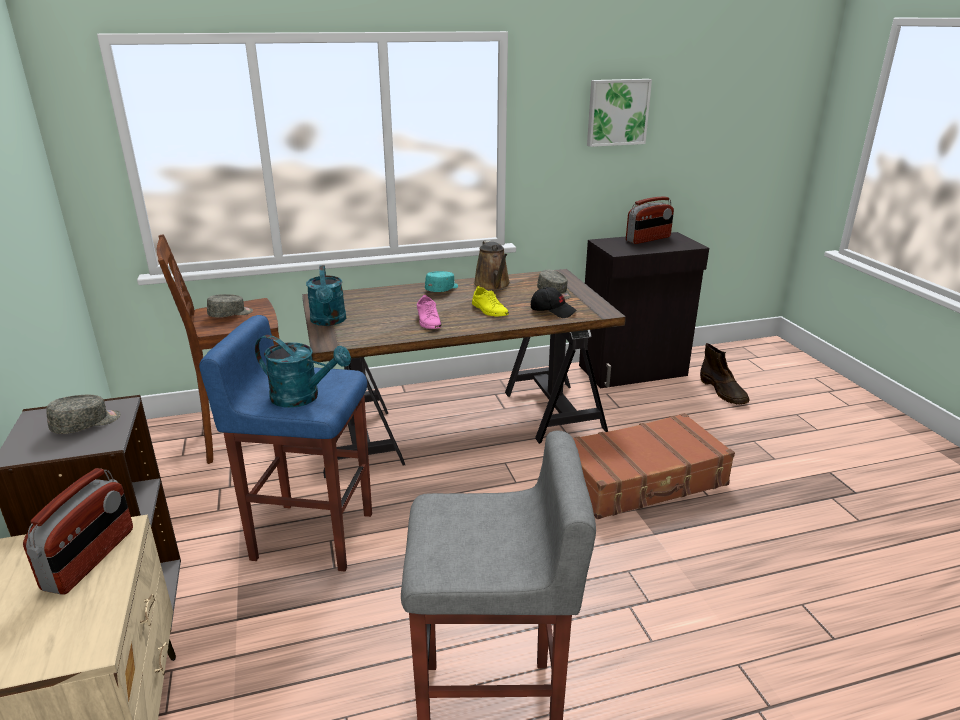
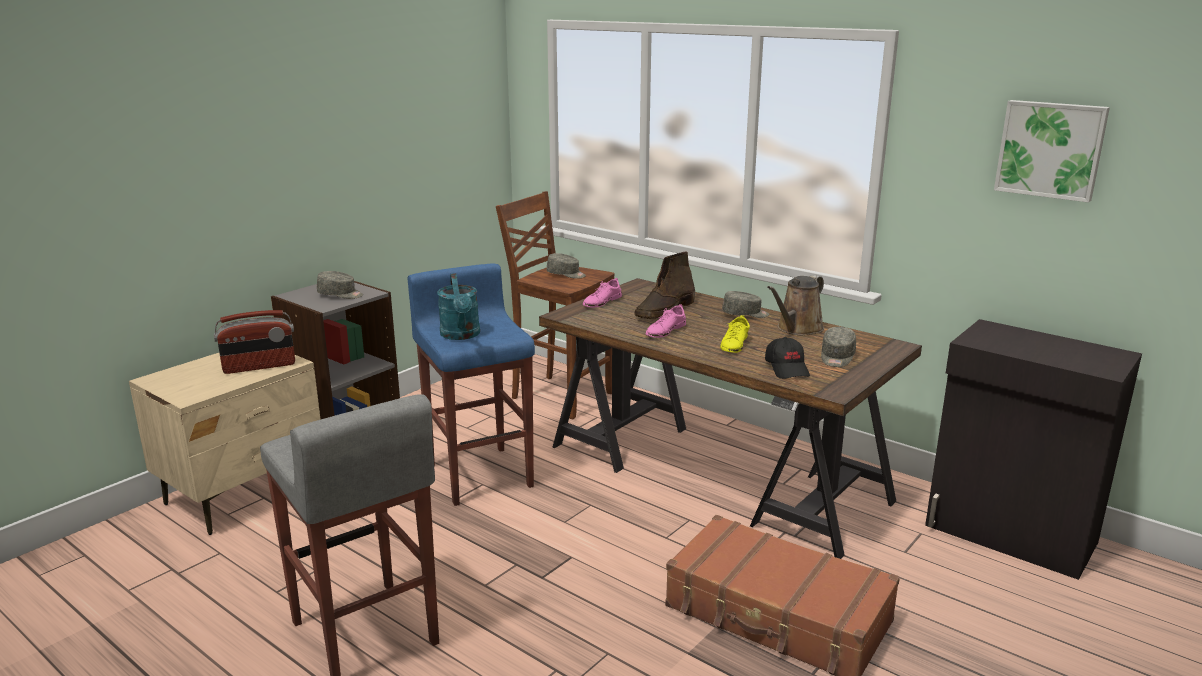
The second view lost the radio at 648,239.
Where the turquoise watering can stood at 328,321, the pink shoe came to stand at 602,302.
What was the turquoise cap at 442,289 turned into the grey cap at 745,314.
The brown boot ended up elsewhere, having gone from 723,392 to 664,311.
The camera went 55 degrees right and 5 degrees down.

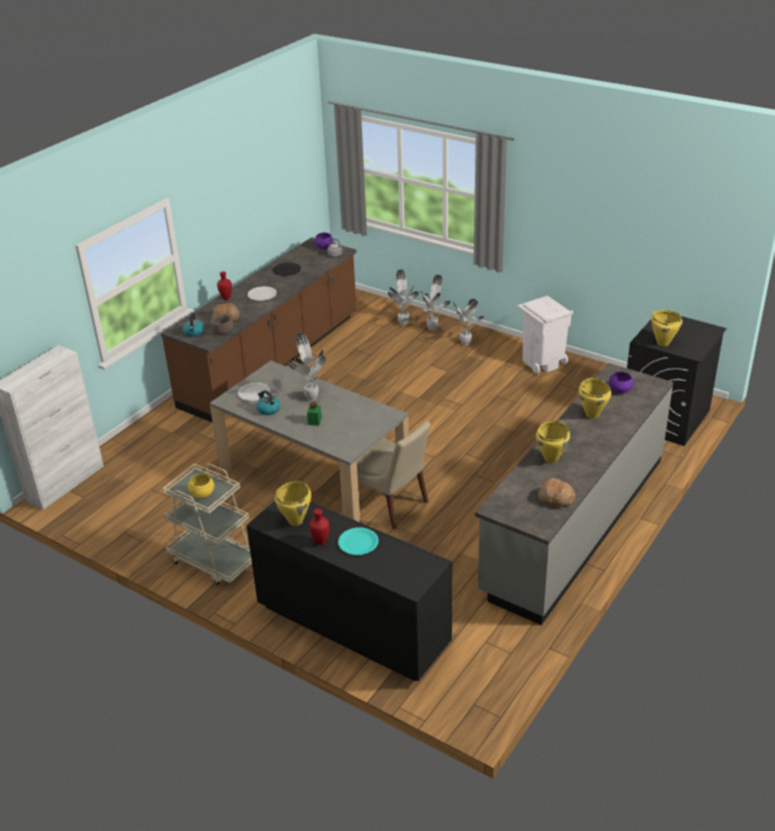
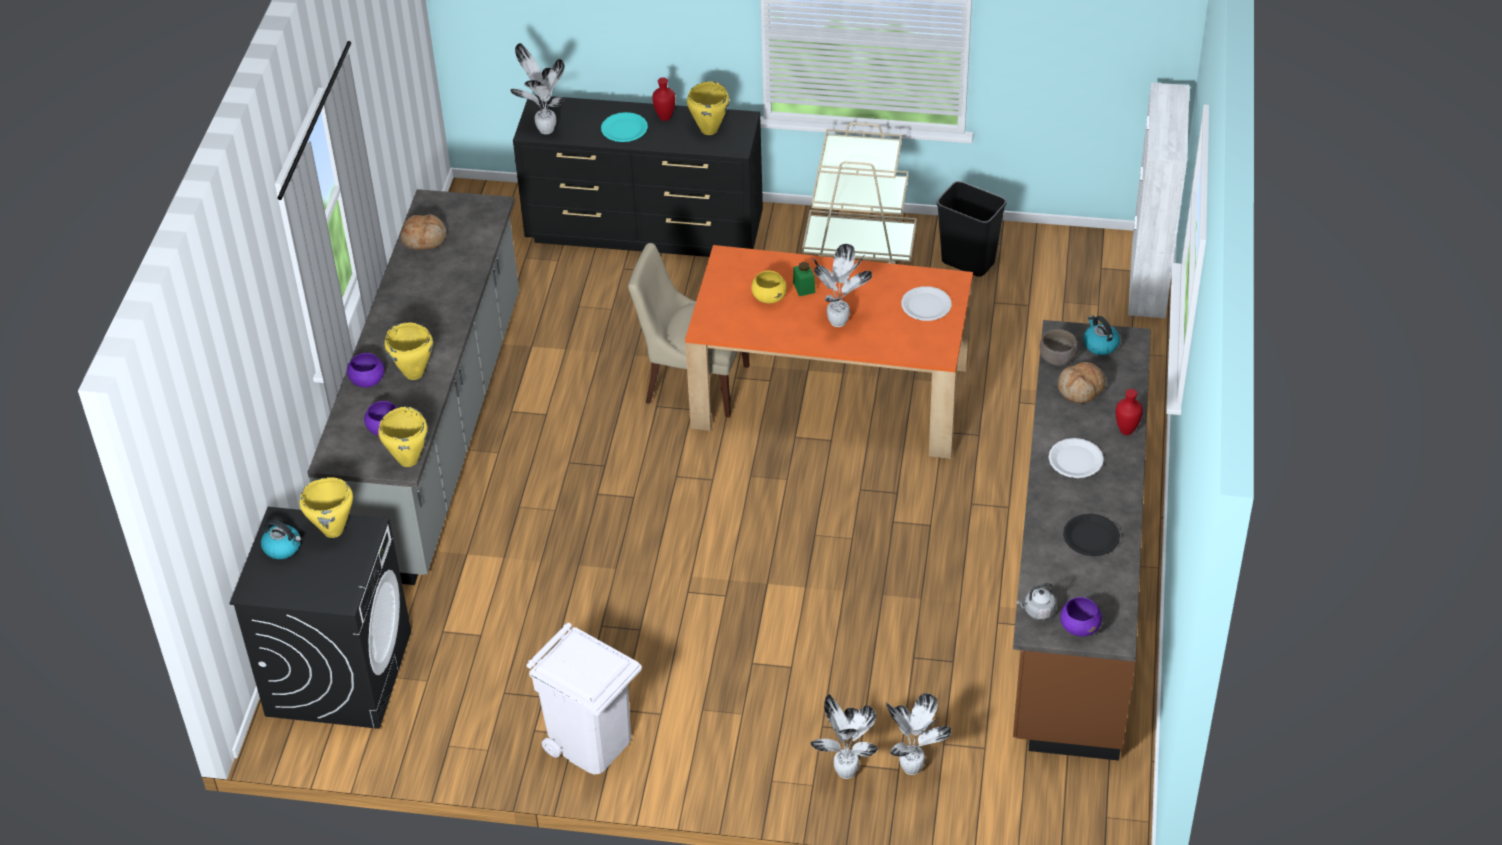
The potted plant ended up elsewhere, having gone from 466,343 to 545,129.
What was the grey dining table at 313,474 turned into the orange dining table at 831,394.
The kettle ended up elsewhere, having gone from 268,410 to 283,547.
The yellow cooking pot ended up elsewhere, having gone from 551,459 to 408,460.
The yellow bowl ended up elsewhere, having gone from 202,494 to 769,297.
The second view gained the black trash can at 967,262.
The second view gained the purple bowl at 367,381.
The camera went 155 degrees right and 10 degrees up.

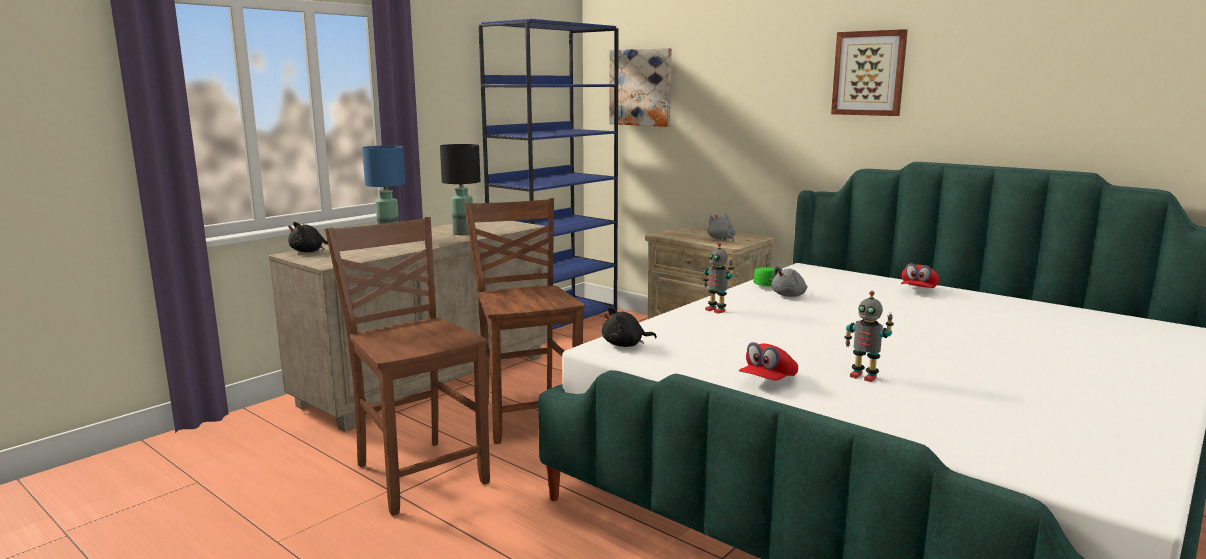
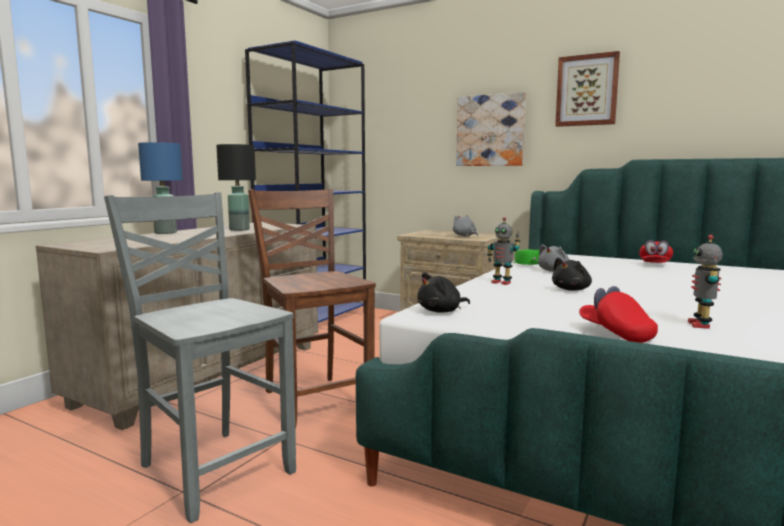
The picture ended up elsewhere, having gone from 641,87 to 490,130.
What was the brown chair at 419,473 turned into the grey chair at 214,469.
The black plush toy ended up elsewhere, having gone from 309,251 to 572,290.
The toy robot at 864,376 ended up facing another way, 75 degrees clockwise from before.
The red cap at 767,381 ended up facing another way, 120 degrees clockwise from before.
The camera went 10 degrees left and 5 degrees down.

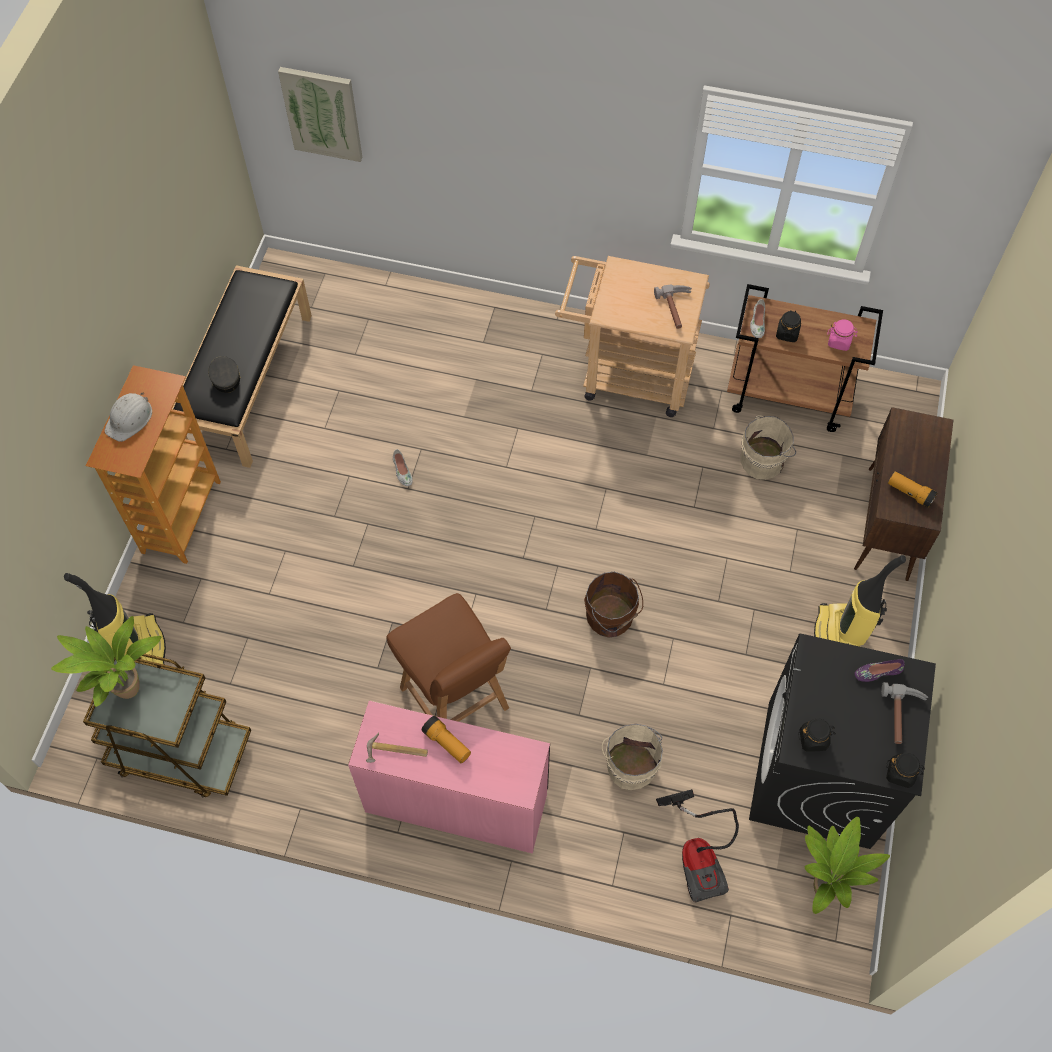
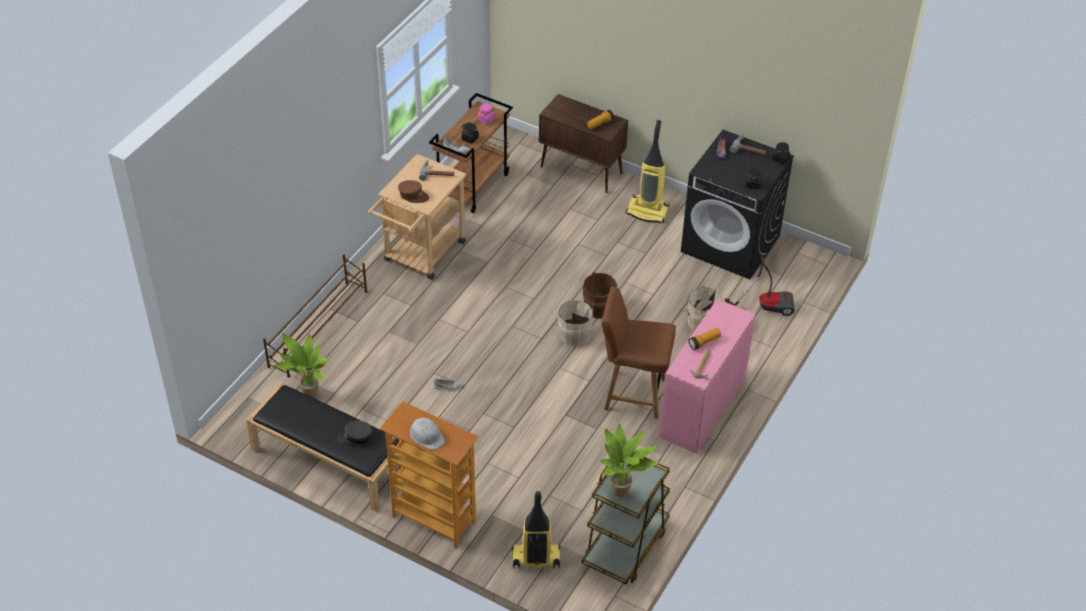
The second view lost the picture at 322,113.
The beige bucket ended up elsewhere, having gone from 764,460 to 574,333.
The brown chair at 455,700 ended up facing another way, 150 degrees counterclockwise from before.
The potted plant ended up elsewhere, having gone from 820,887 to 308,394.
The second view gained the brown cap at 413,195.
The second view gained the brown shoe rack at 319,328.
The camera went 75 degrees left and 15 degrees down.

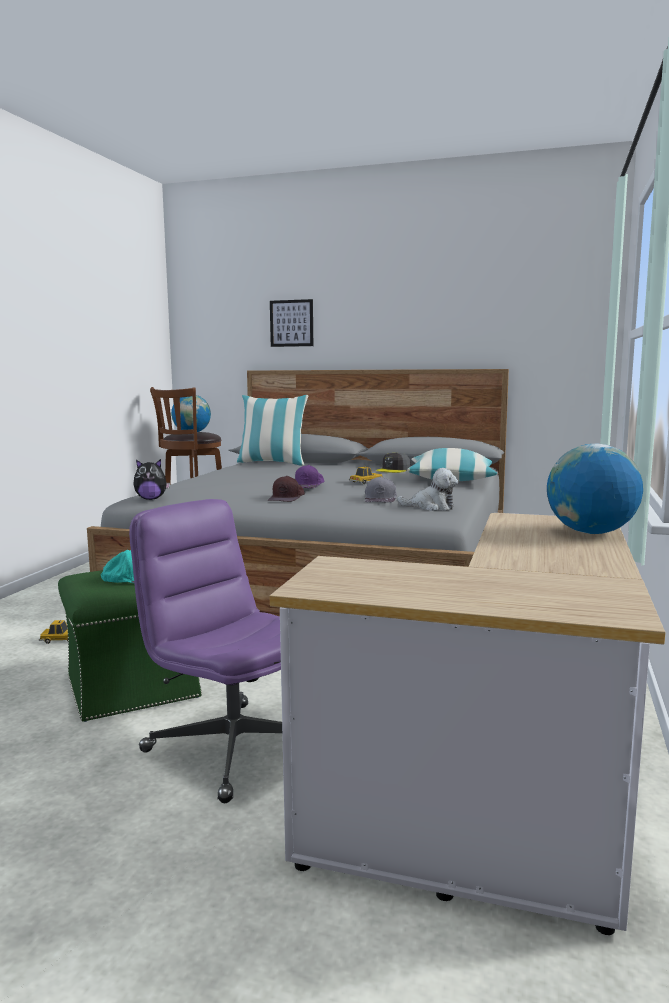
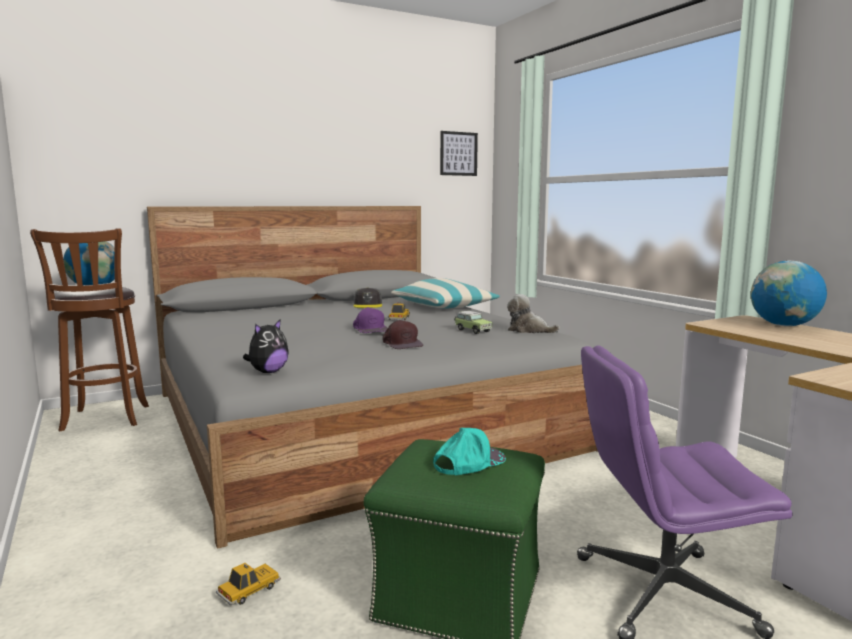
The picture ended up elsewhere, having gone from 291,323 to 458,153.
The second view lost the pillow at 272,463.
The plush toy at 431,507 ended up facing another way, 120 degrees counterclockwise from before.
Where the grey cap stood at 381,499, the toy car came to stand at 472,330.
The camera went 45 degrees left and 0 degrees up.

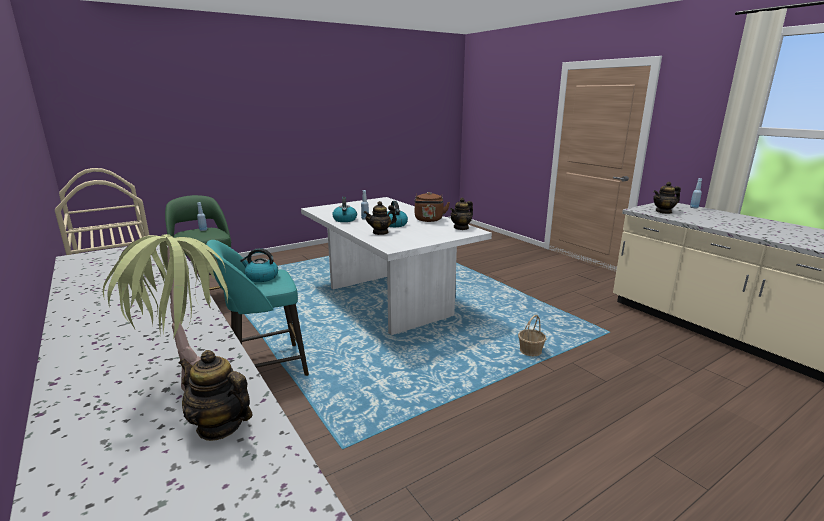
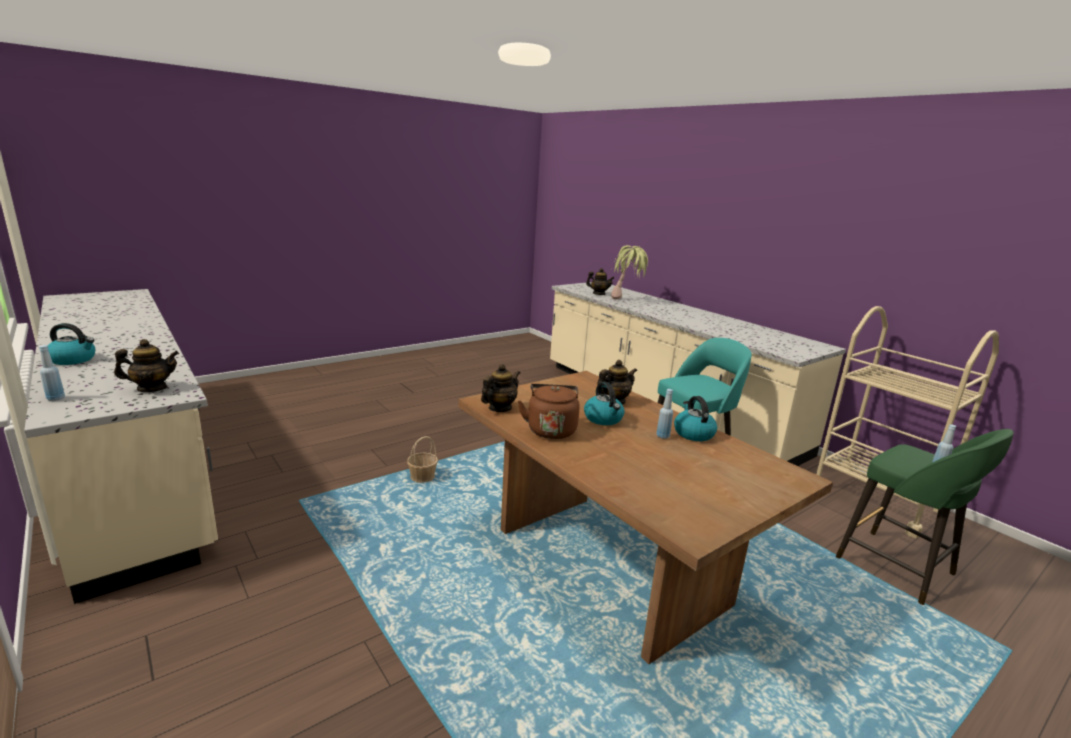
What was the white dining table at 389,301 turned into the brown dining table at 607,565.
The kettle ended up elsewhere, having gone from 261,277 to 73,360.
The camera went 175 degrees right and 0 degrees up.

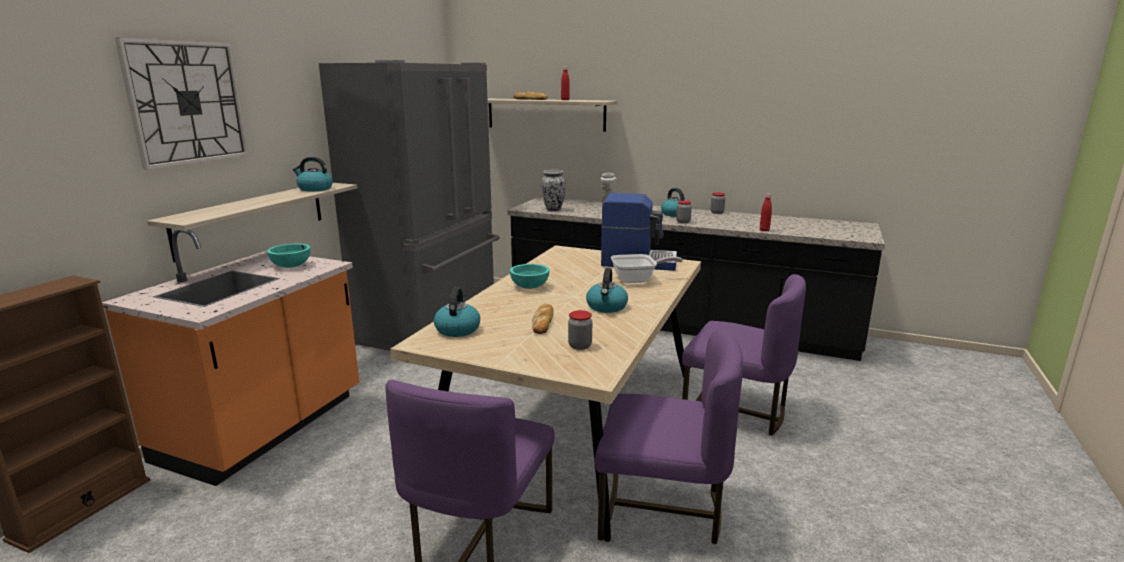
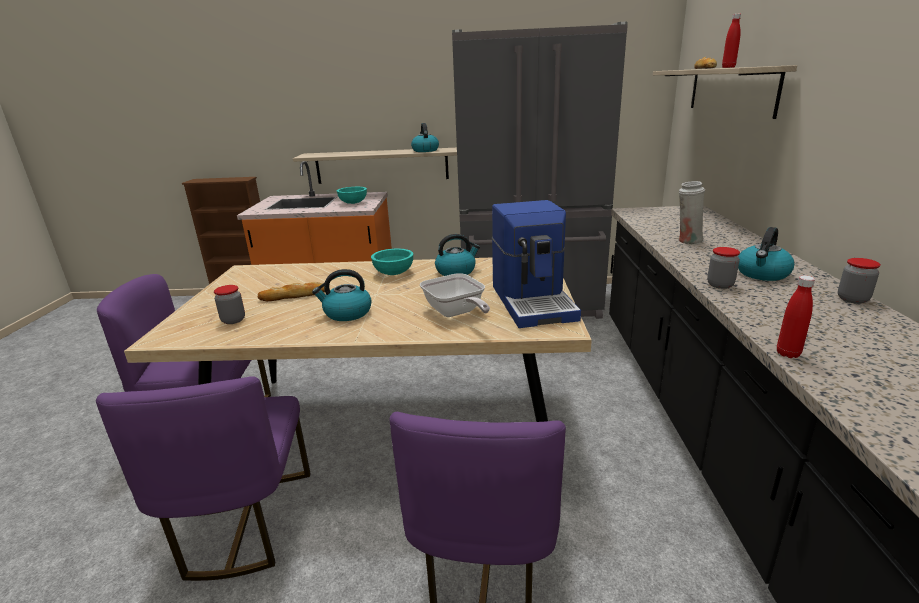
The second view lost the wall clock at 187,103.
The second view lost the vase at 553,209.
The kettle ended up elsewhere, having gone from 457,329 to 456,271.
The camera went 70 degrees right and 5 degrees up.

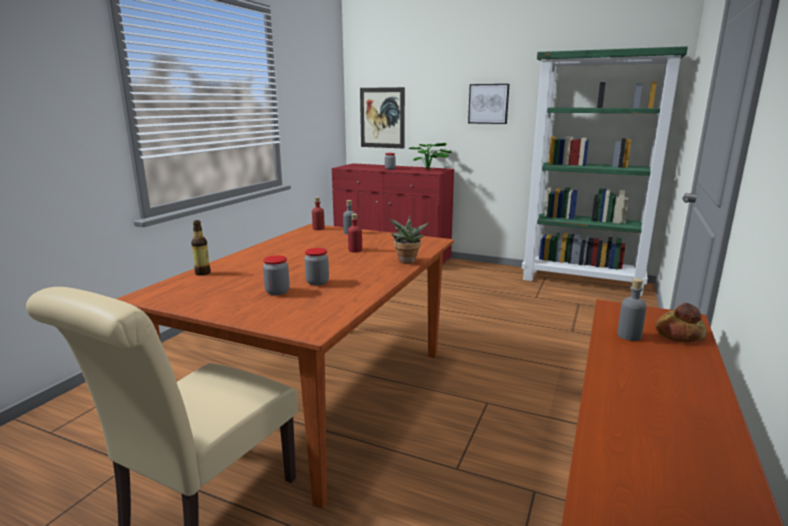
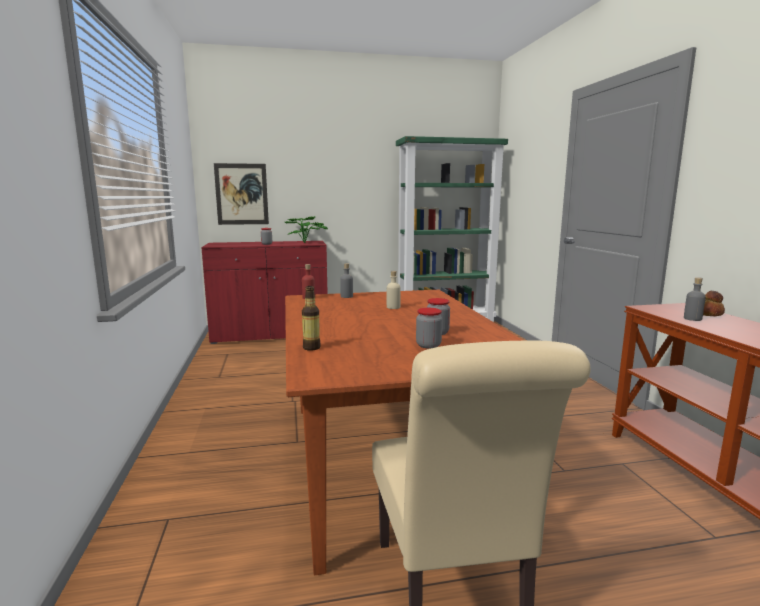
The second view lost the picture at 488,104.
What was the red bottle at 355,250 turned into the beige bottle at 393,307.
The second view lost the potted plant at 406,262.
The camera went 35 degrees left and 5 degrees down.

